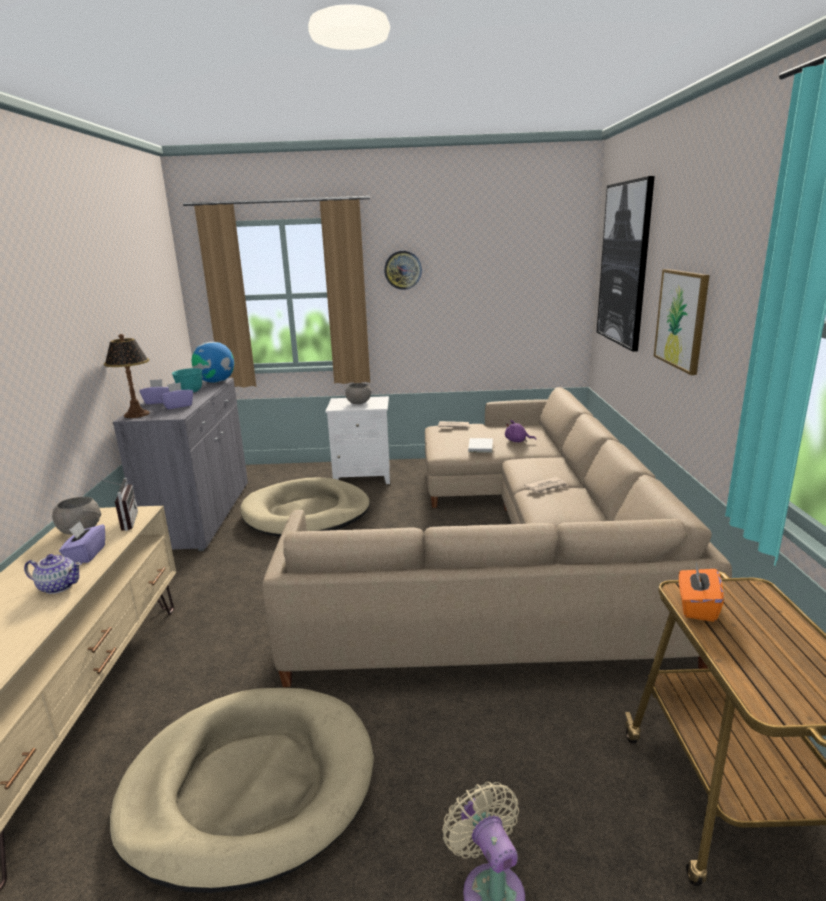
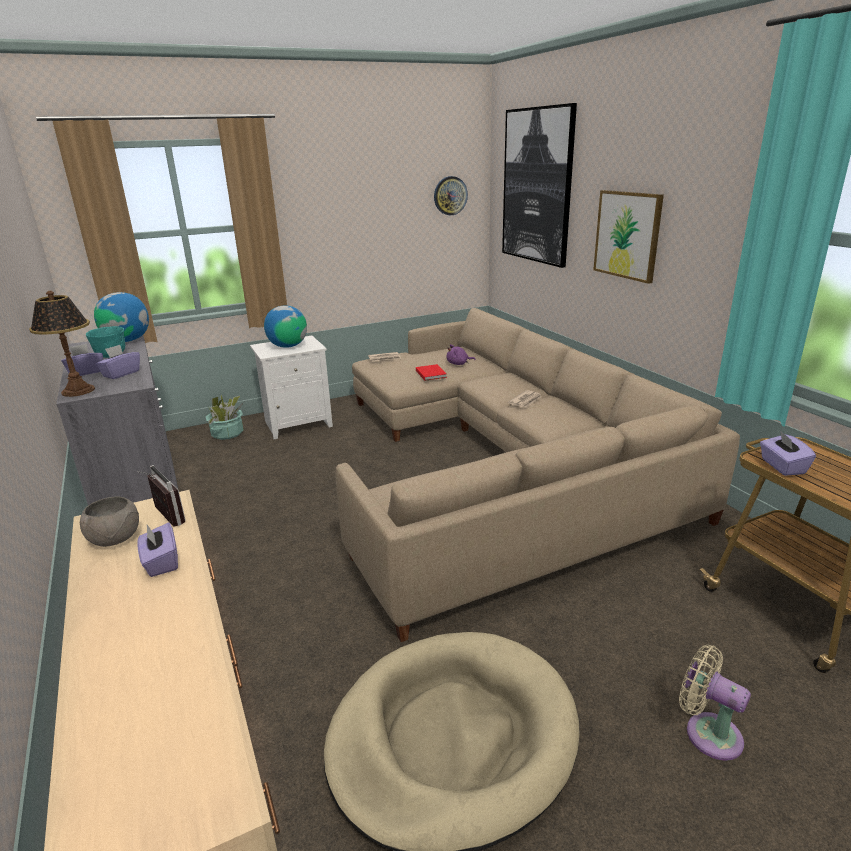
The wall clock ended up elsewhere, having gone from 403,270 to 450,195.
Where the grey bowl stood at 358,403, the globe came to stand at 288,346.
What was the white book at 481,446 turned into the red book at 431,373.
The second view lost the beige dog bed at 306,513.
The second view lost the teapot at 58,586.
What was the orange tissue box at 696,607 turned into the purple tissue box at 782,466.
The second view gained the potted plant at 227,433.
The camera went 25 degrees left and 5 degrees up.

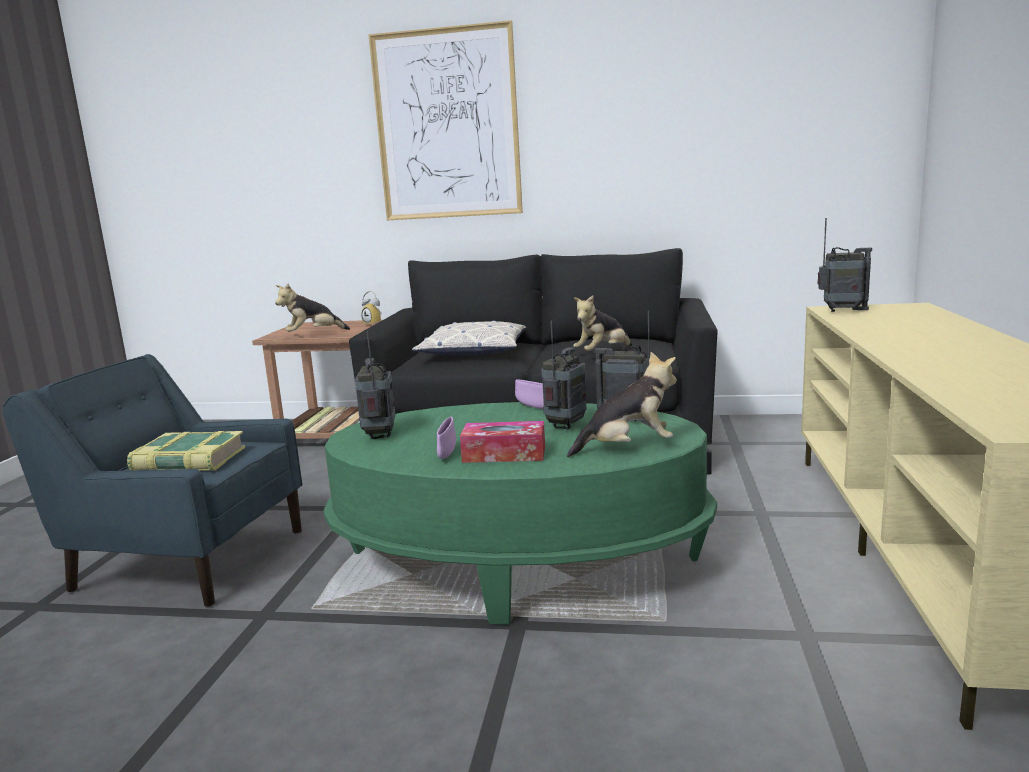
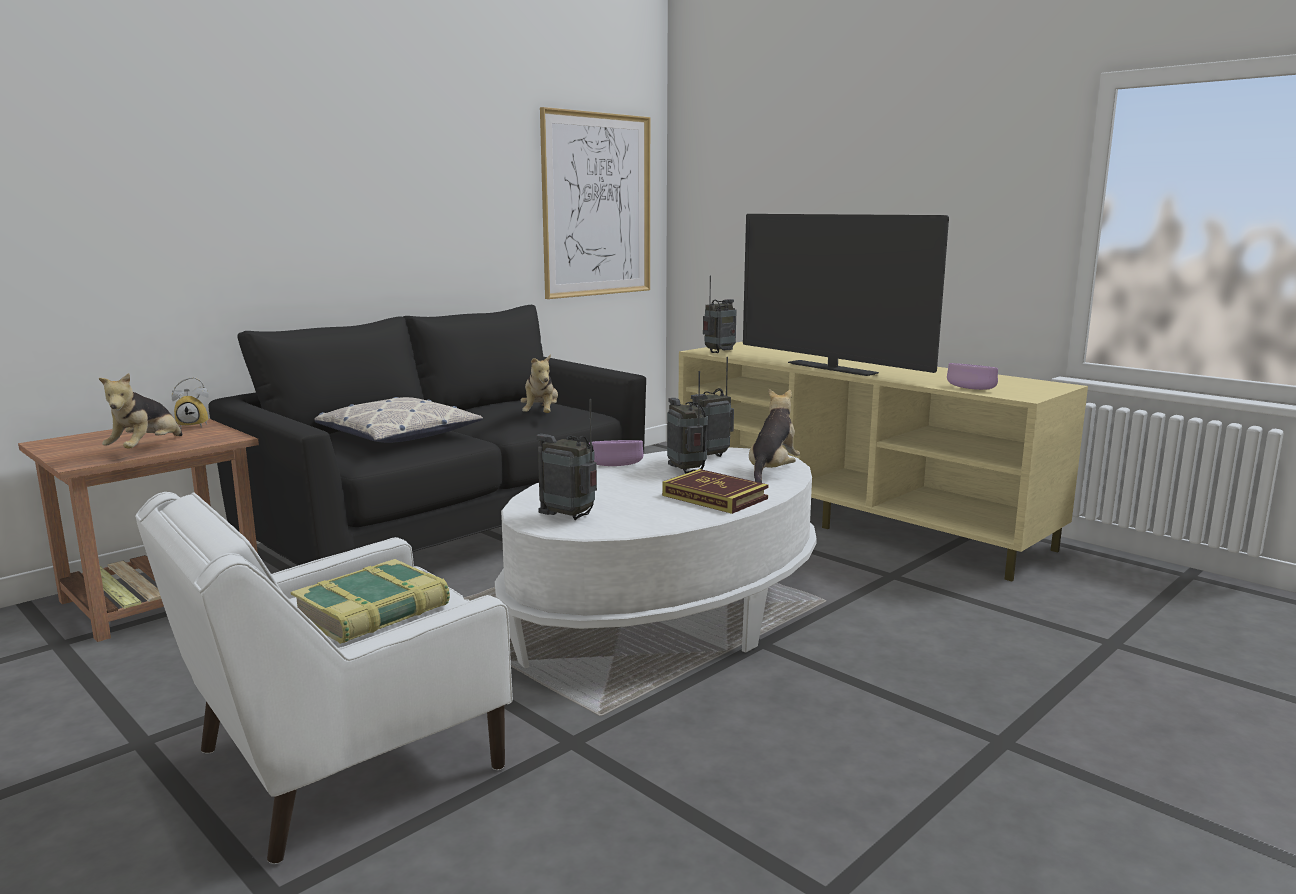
The picture ended up elsewhere, having gone from 447,125 to 597,205.
What was the blue armchair at 187,559 turned into the white armchair at 341,763.
What was the green coffee table at 518,563 turned into the white coffee table at 666,614.
The purple bowl ended up elsewhere, having gone from 447,453 to 971,388.
Where the tissue box stood at 504,454, the book came to stand at 714,497.
The second view gained the television at 831,368.
The camera went 55 degrees left and 0 degrees up.

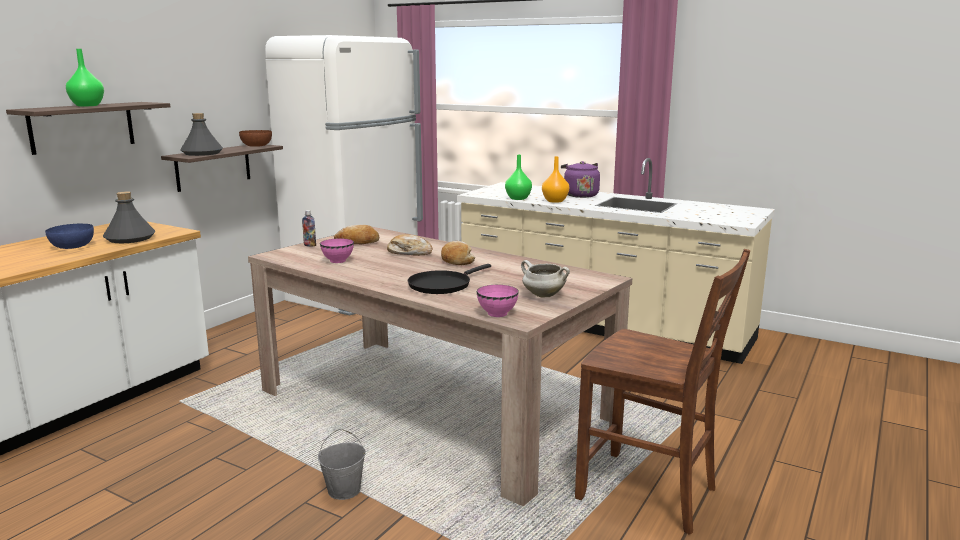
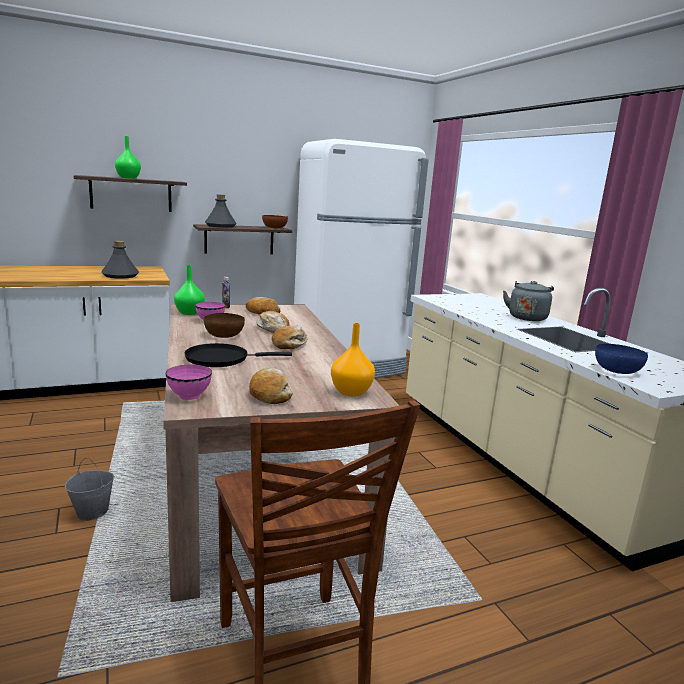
The green vase ended up elsewhere, having gone from 518,198 to 189,313.
The orange vase ended up elsewhere, having gone from 555,201 to 351,392.
What was the purple kettle at 579,195 turned into the grey kettle at 527,317.
The blue bowl ended up elsewhere, having gone from 72,247 to 617,371.
Where the white cooking pot stood at 543,295, the bread came to stand at 269,394.
The second view gained the brown bowl at 224,335.
The camera went 35 degrees right and 0 degrees up.

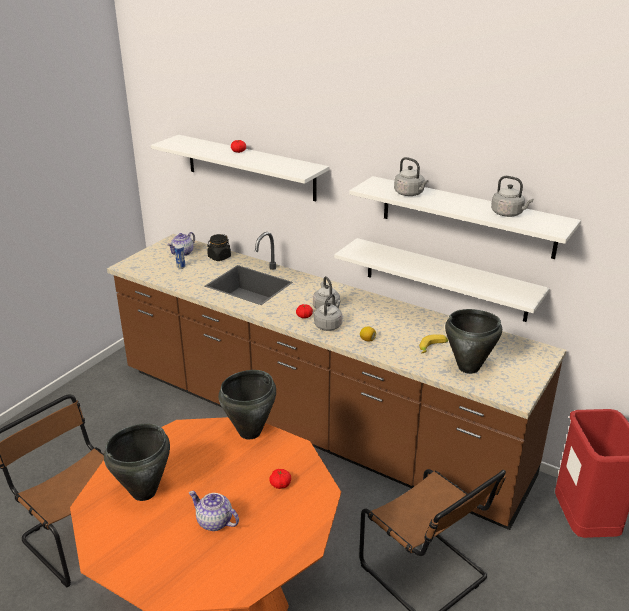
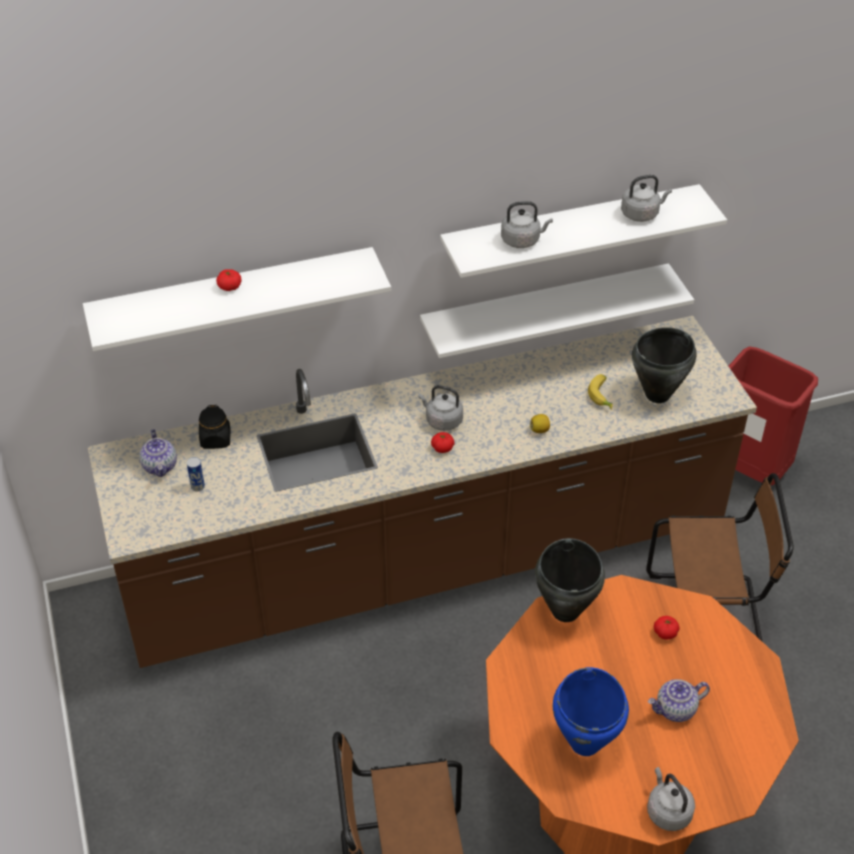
The grey kettle ended up elsewhere, having gone from 328,325 to 667,811.
What was the black cooking pot at 144,492 turned into the blue cooking pot at 585,743.
The camera went 50 degrees left and 15 degrees up.

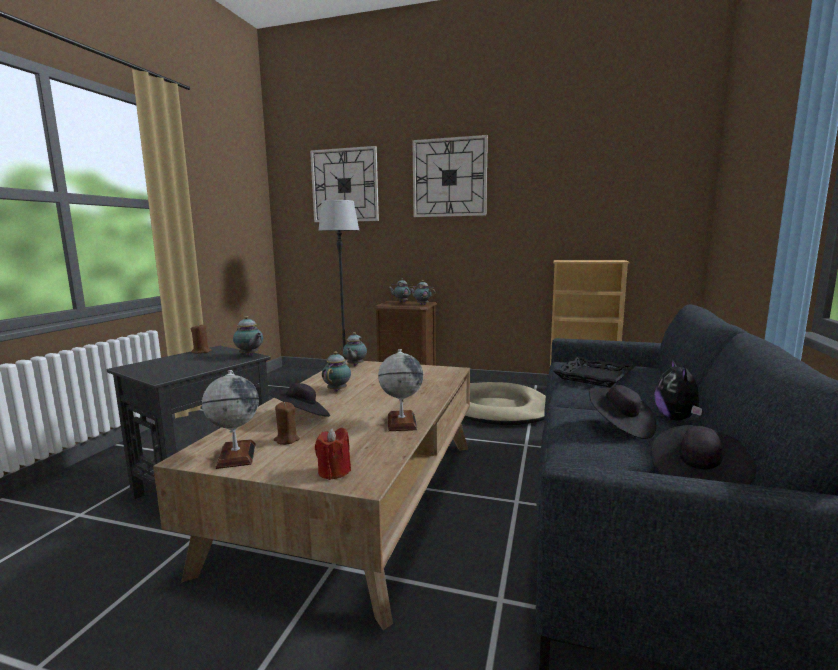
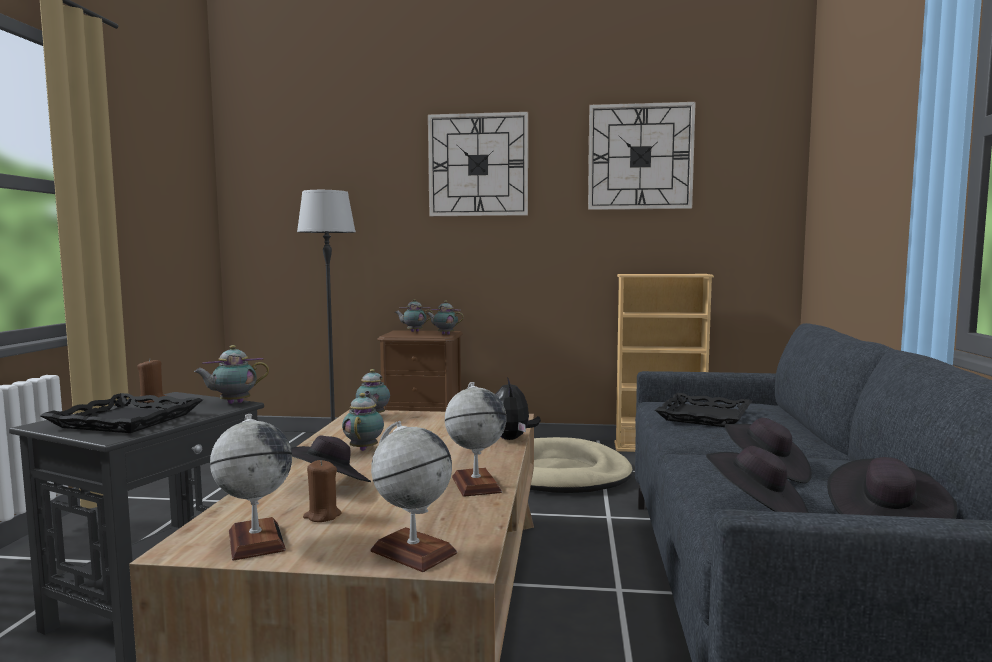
The wall clock ended up elsewhere, having gone from 345,185 to 640,157.
The teapot at 250,355 ended up facing another way, 120 degrees clockwise from before.
The plush toy ended up elsewhere, having gone from 677,419 to 512,439.
Where the red candle stood at 334,472, the globe came to stand at 413,552.
The second view gained the black tray at 125,421.
The second view gained the black hat at 757,509.
The camera went 10 degrees left and 5 degrees down.

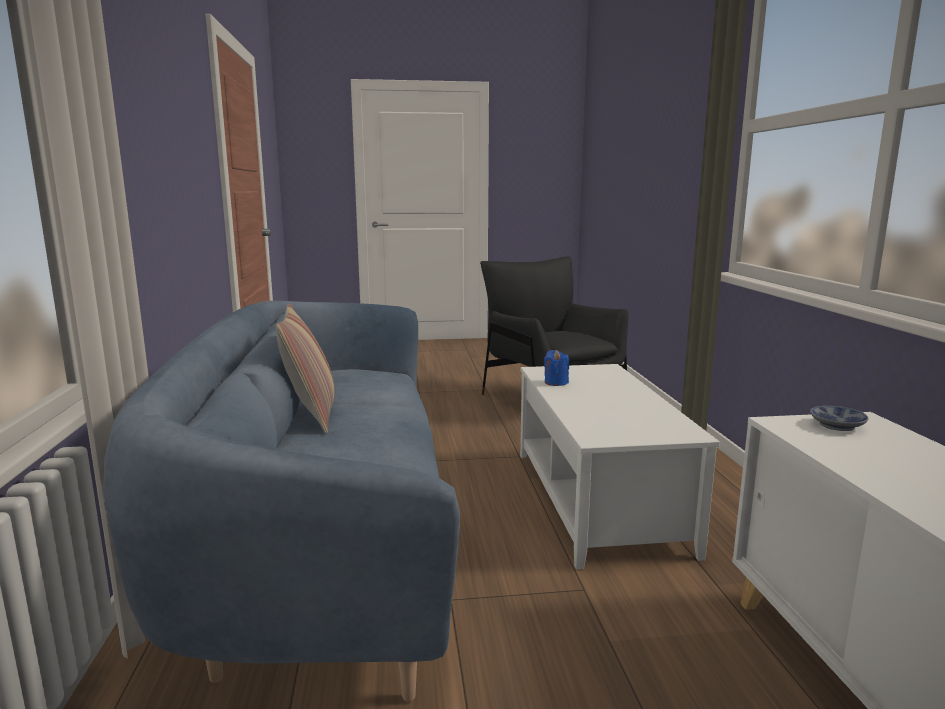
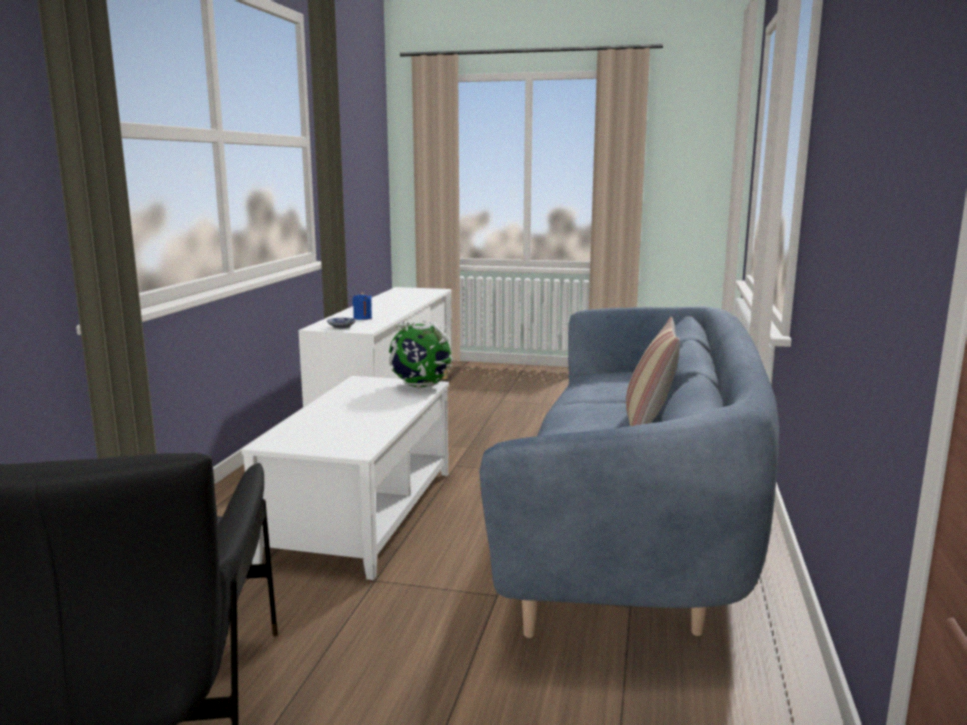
The blue candle ended up elsewhere, having gone from 556,382 to 362,318.
The second view gained the globe at 420,386.
The camera went 160 degrees left and 0 degrees up.

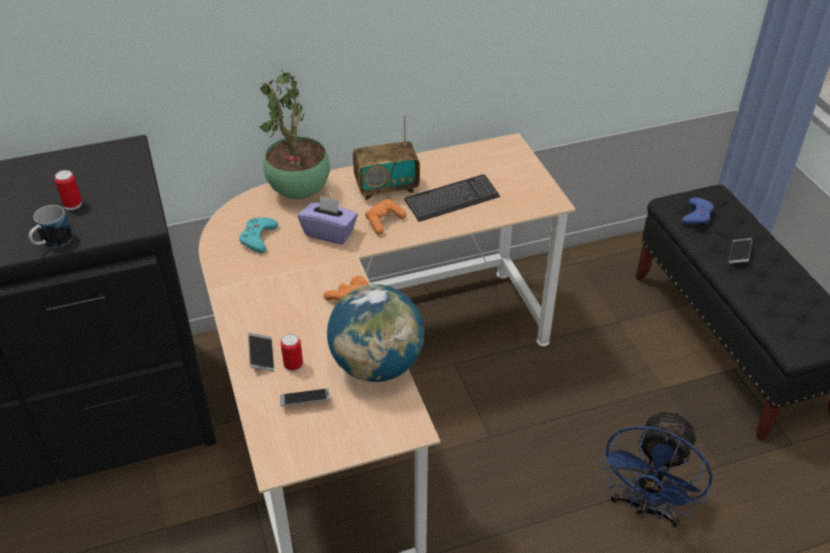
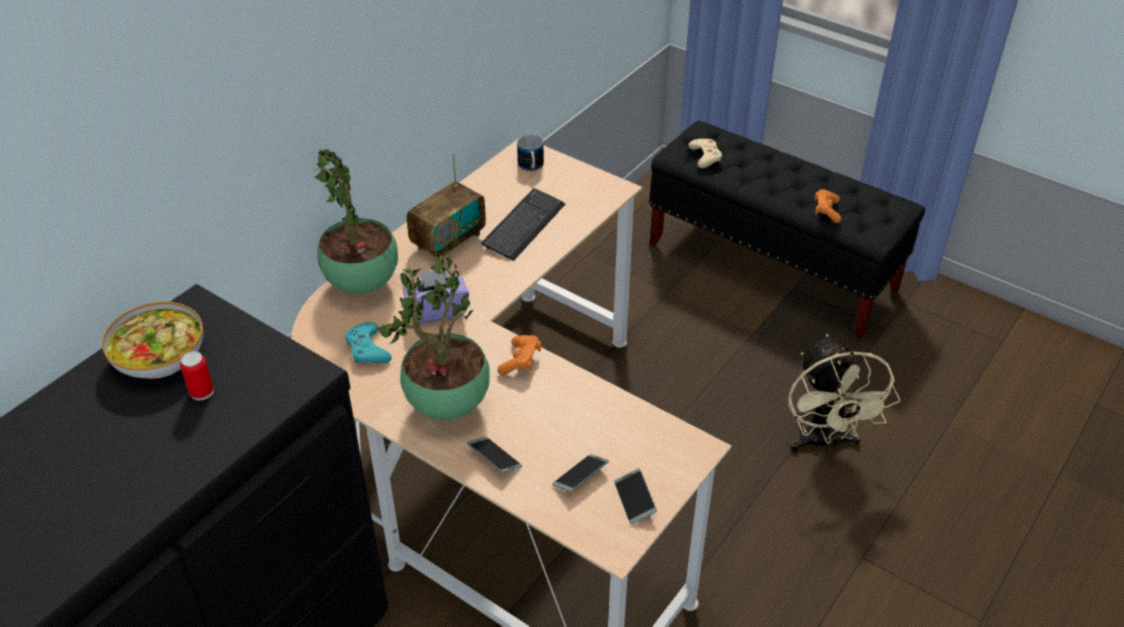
What was the blue game controller at 697,215 turned into the beige game controller at 705,156.
The orange game controller ended up elsewhere, having gone from 384,222 to 826,211.
The mug ended up elsewhere, having gone from 52,242 to 531,167.
The phone ended up elsewhere, having gone from 739,254 to 634,500.
The second view lost the globe at 377,366.
The second view lost the can at 293,365.
What was the blue fan at 645,508 turned into the beige fan at 823,442.
The second view gained the potted plant at 446,407.
The second view gained the bowl at 159,356.
The camera went 35 degrees left and 0 degrees up.

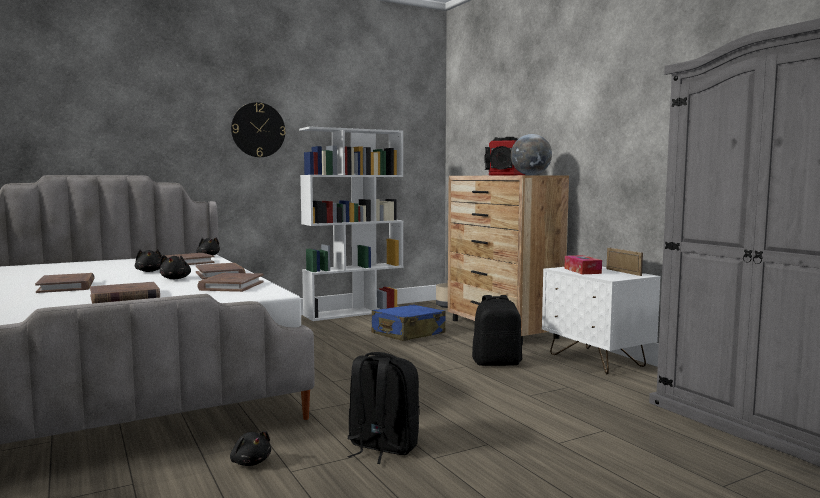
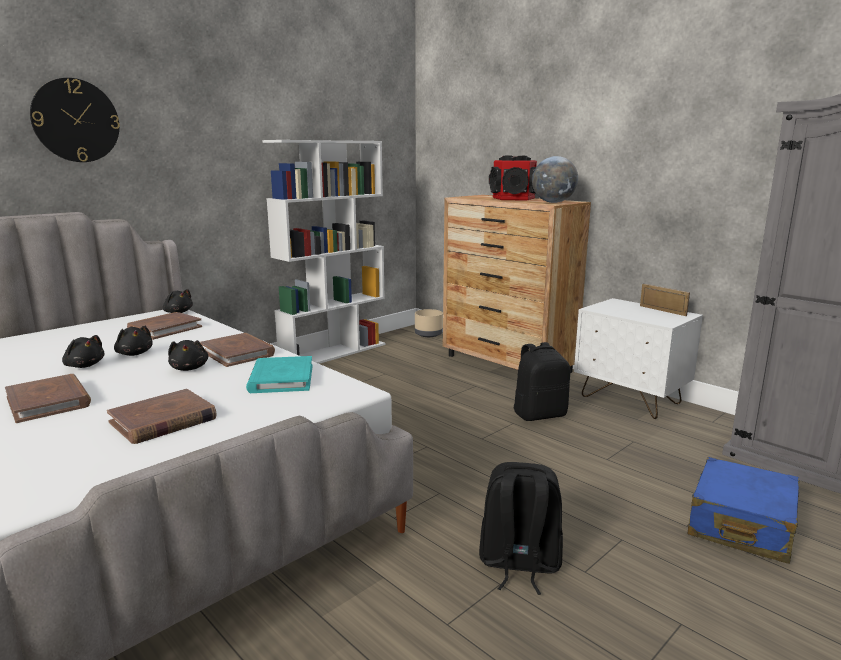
The wall clock ended up elsewhere, having gone from 258,130 to 76,120.
The second view lost the tissue box at 582,271.
What was the brown book at 231,286 turned into the turquoise book at 281,379.
The blue suitcase ended up elsewhere, having gone from 408,334 to 741,525.
The black plush toy ended up elsewhere, having gone from 250,462 to 84,365.
The camera went 15 degrees left and 10 degrees up.

